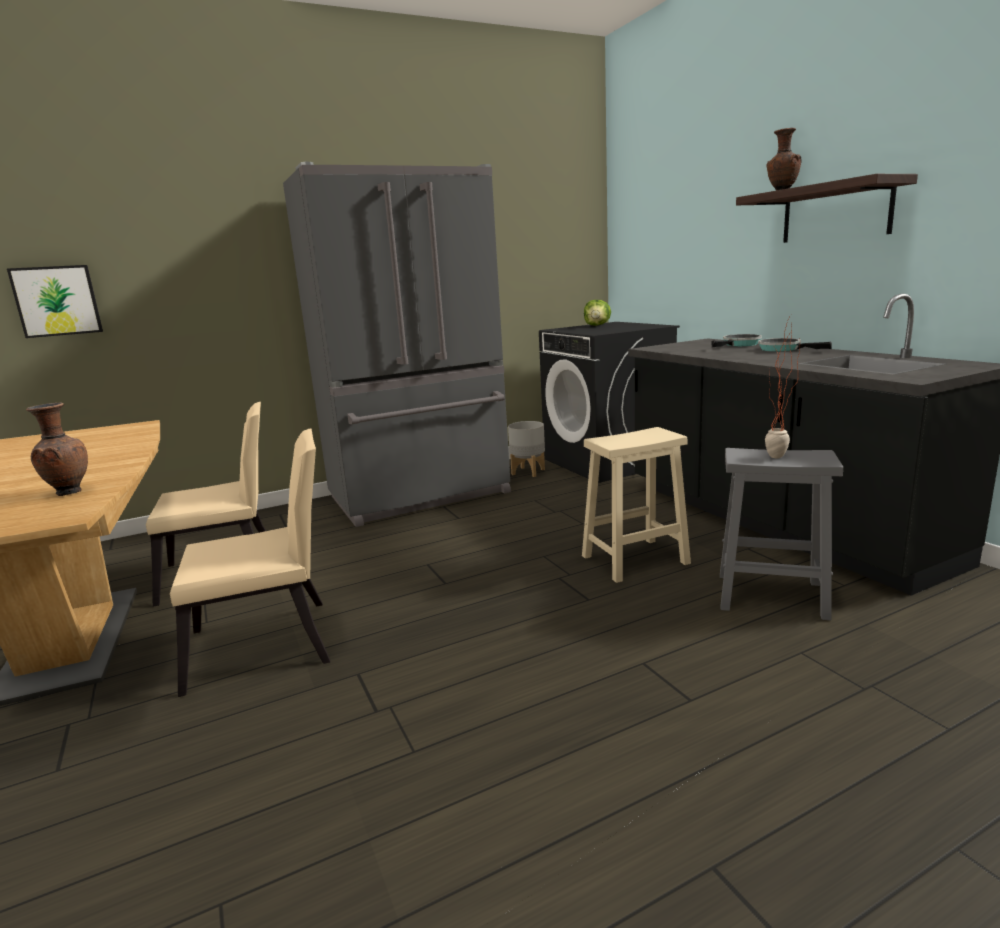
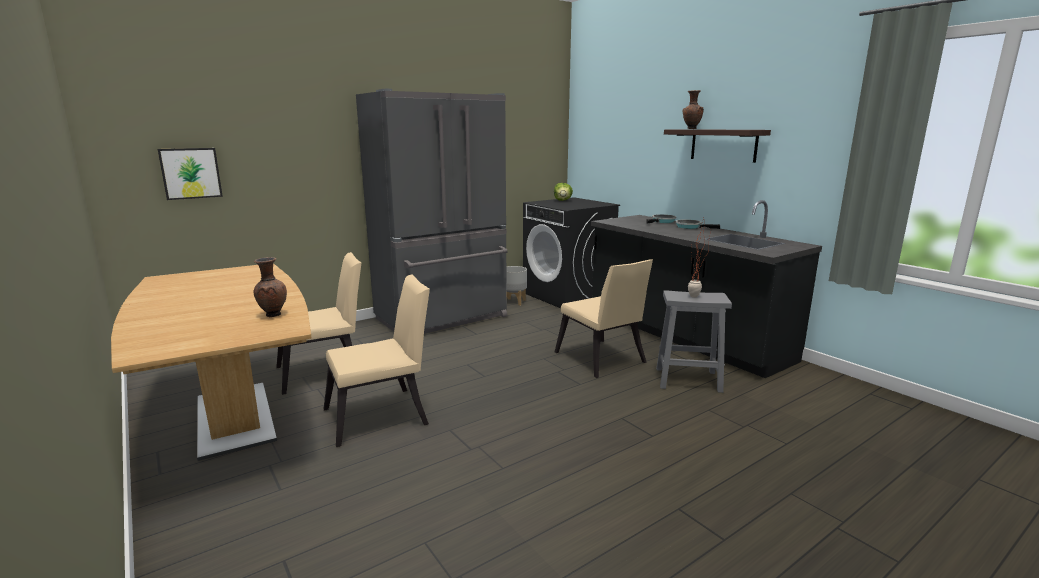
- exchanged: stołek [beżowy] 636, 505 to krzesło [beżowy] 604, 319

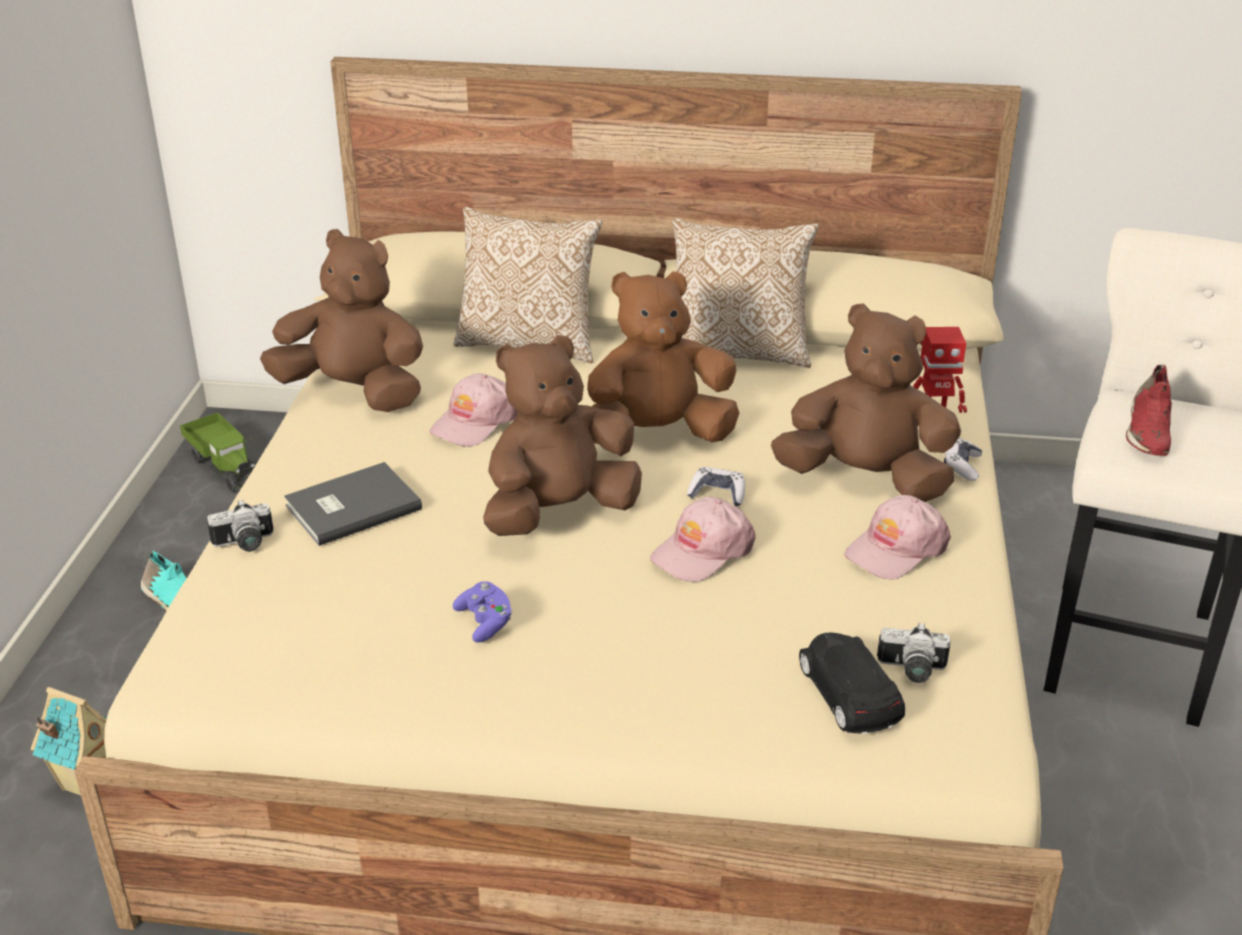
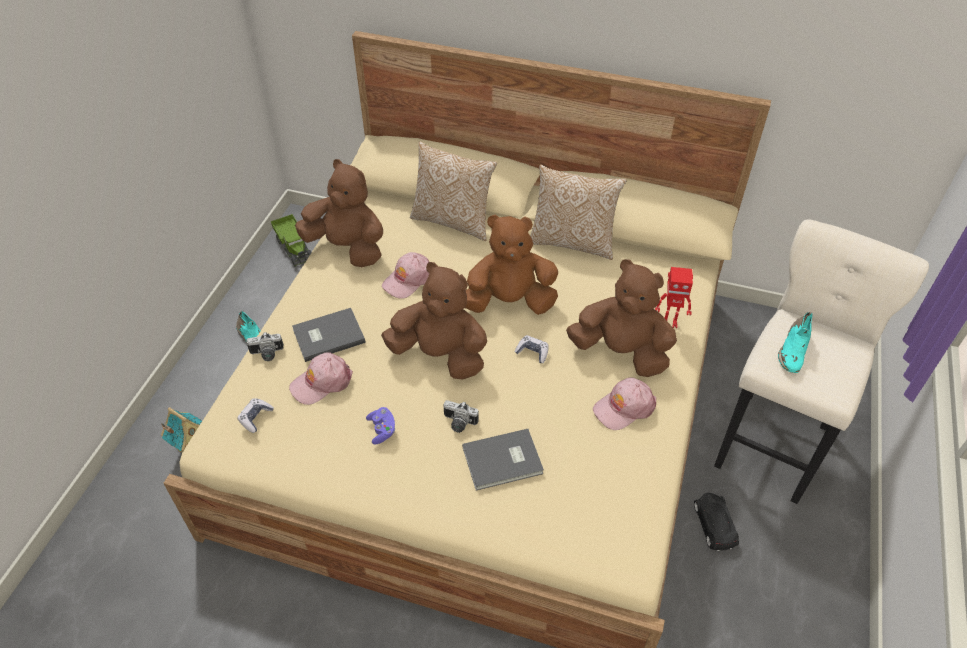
- spun: pluszak [brązowy] 562, 435 = 434, 320 45 degrees clockwise
- relocated: czapka z daszkiem [różowy] 703, 539 to 321, 378
- relocated: samochodzik [czarny] 852, 683 to 716, 522
- relocated: aparat fotograficzny 913, 653 to 461, 416
- relocated: pad do gier 963, 459 to 255, 416
- colour: but [czerwony] 1149, 410 to but [turkusowy] 795, 342
- appeared: książka [szary] 503, 460

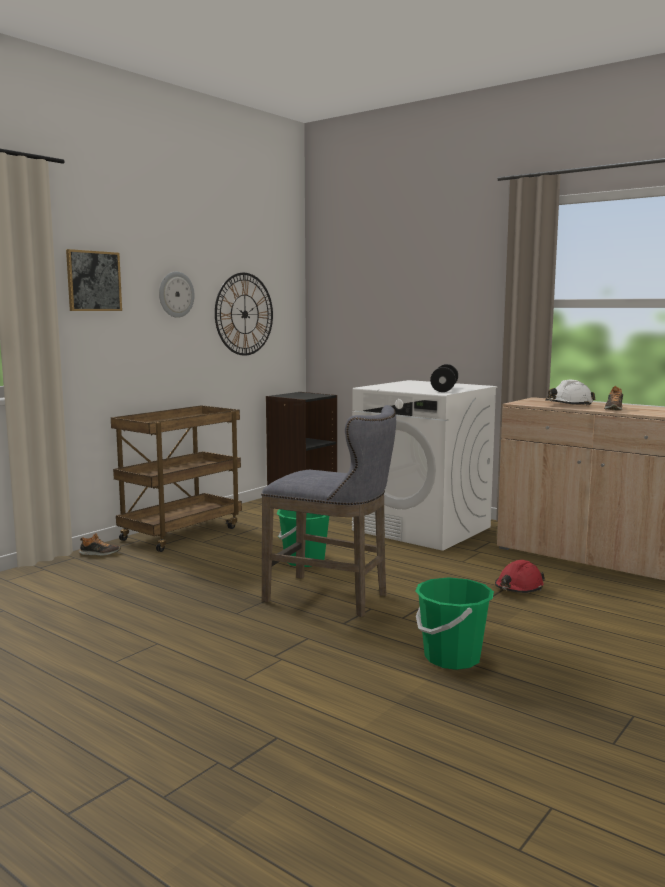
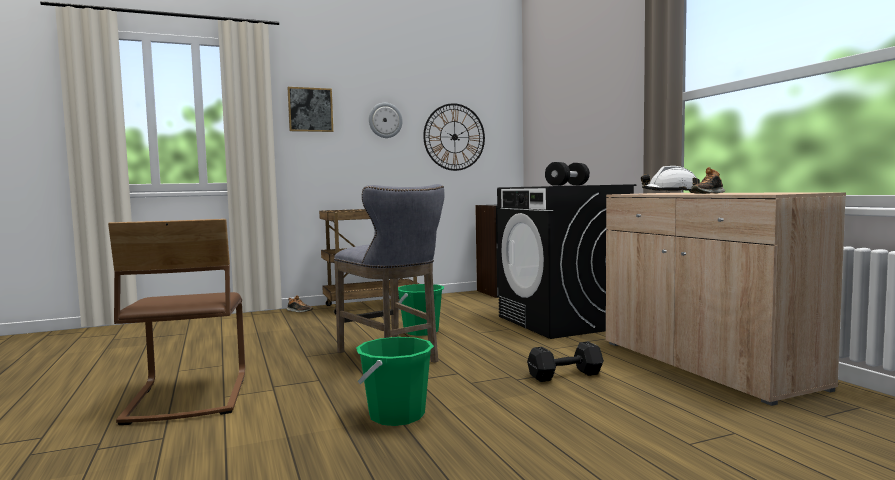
- colour: pralka [biały] 425, 465 to pralka [czarny] 567, 261
- exchanged: kask [czerwony] 520, 576 to hantel [czarny] 565, 361
- appeared: krzesło [brązowy] 176, 322

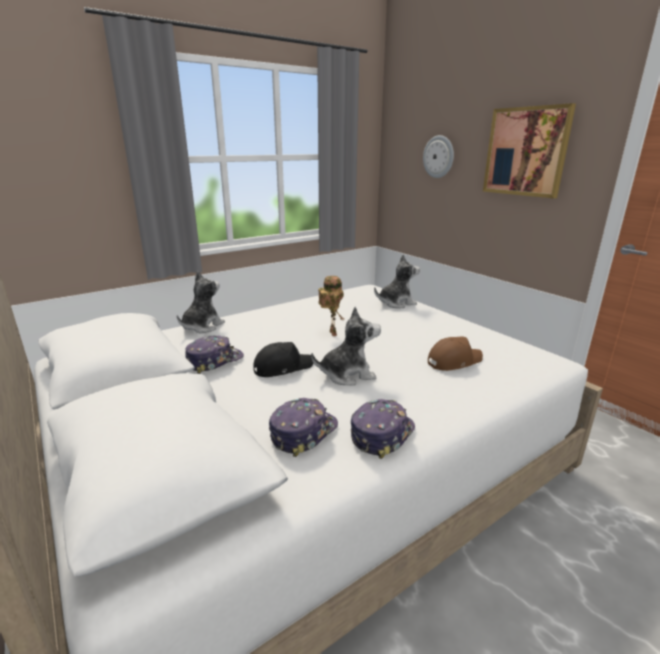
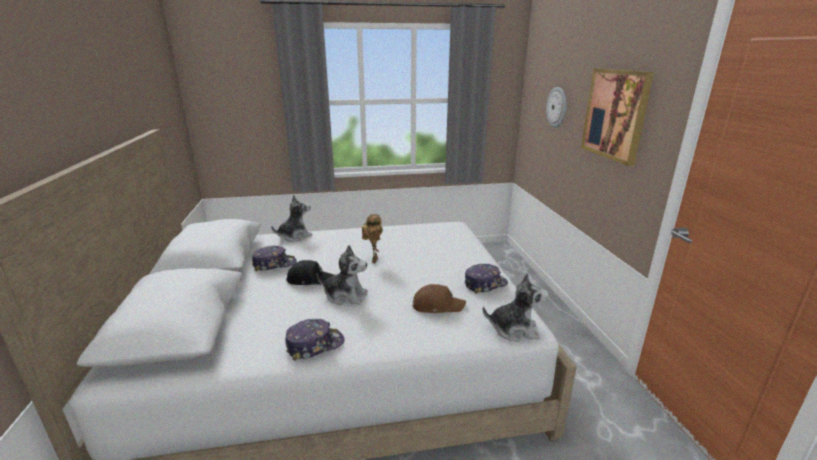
- relocated: czapka z daszkiem 303, 427 to 486, 279
- relocated: pluszak 397, 281 to 516, 307

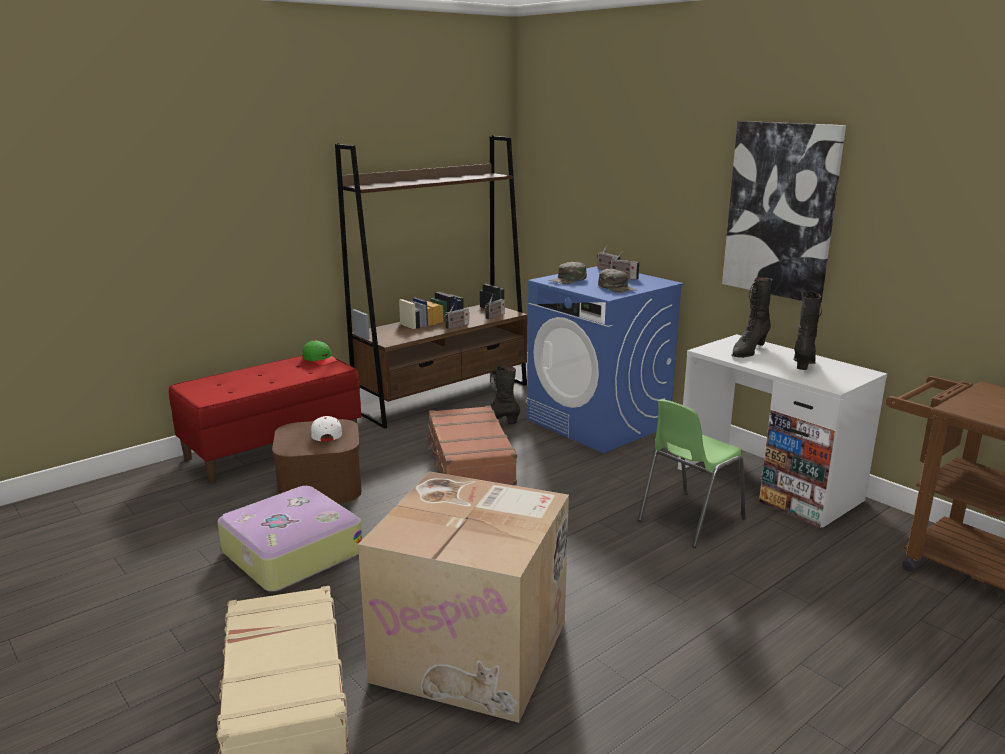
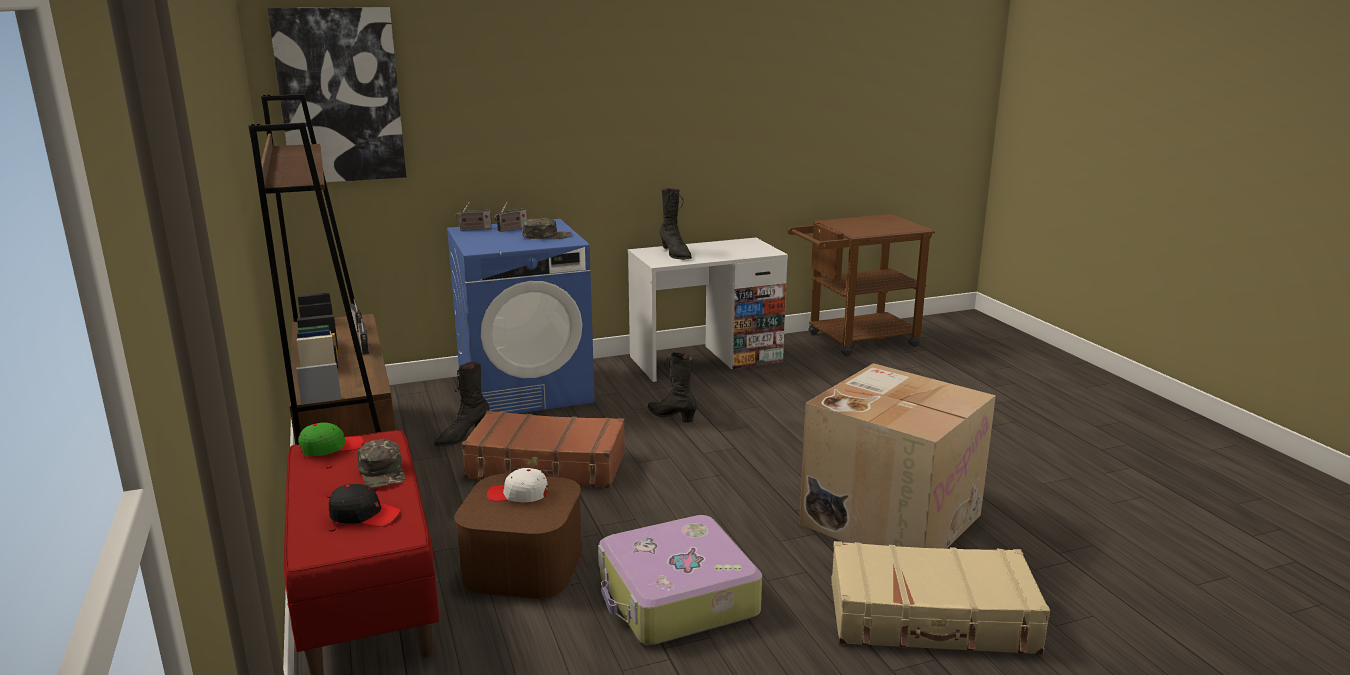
- relocated: czapka z daszkiem [zielony] 567, 273 to 381, 463
- missing: krzesło [zielony] 692, 473
- relocated: obraz 784, 212 to 337, 94
- relocated: but z cholewką [czarny] 808, 330 to 672, 387
- appeared: czapka z daszkiem [czarny] 365, 505

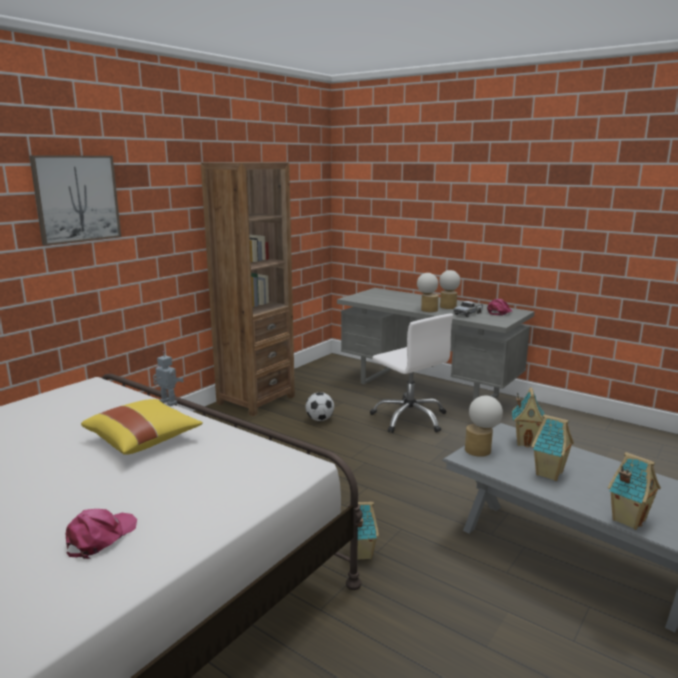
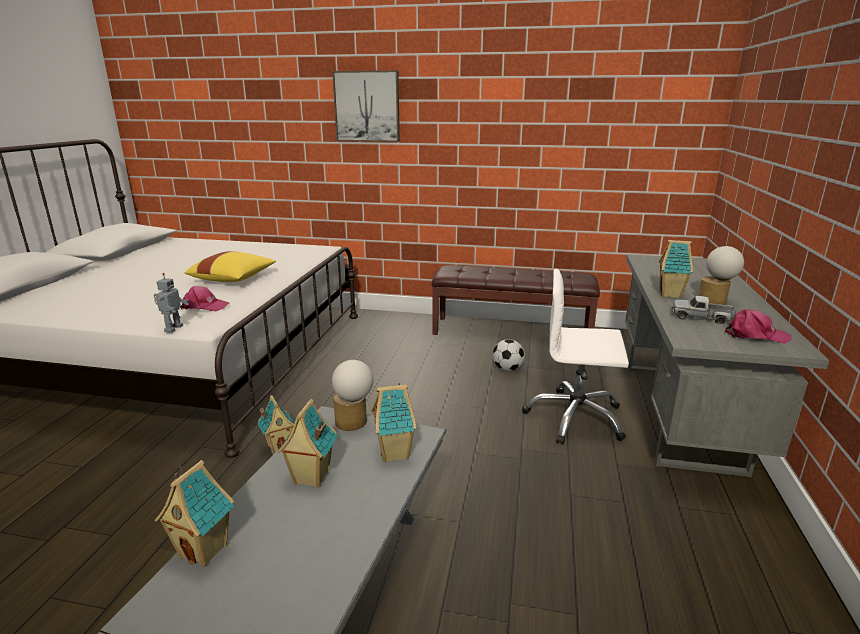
- relocated: czapka z daszkiem [różowy] 101, 534 to 204, 298
- relocated: robot zabawkowy 168, 378 to 171, 303
- exchanged: regał [brązowy] 248, 289 to ławka [brązowy] 515, 300
- spun: krzesło biurowe [biały] 411, 373 = 575, 357 75 degrees clockwise
- exchanged: lampa stołowa 428, 292 to domek 676, 269

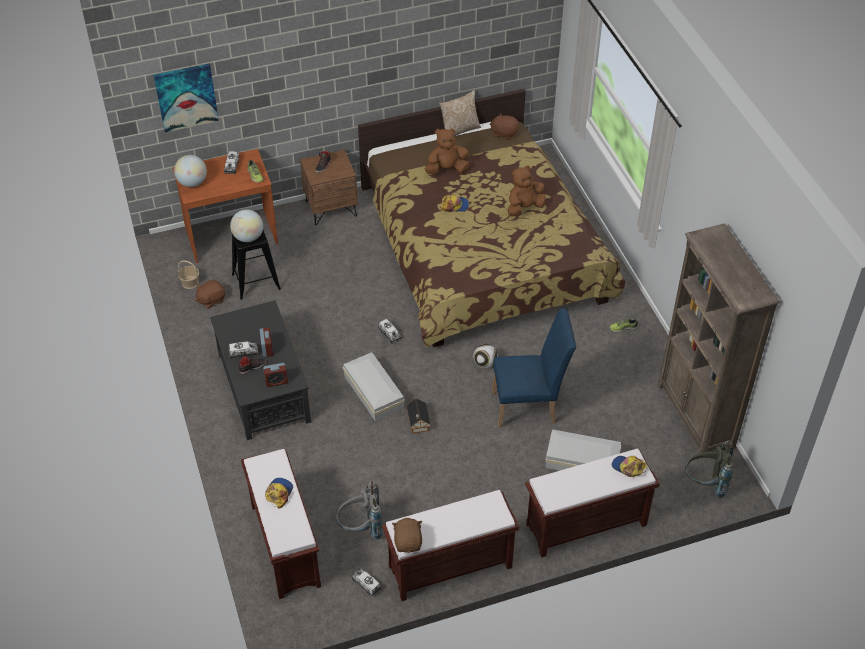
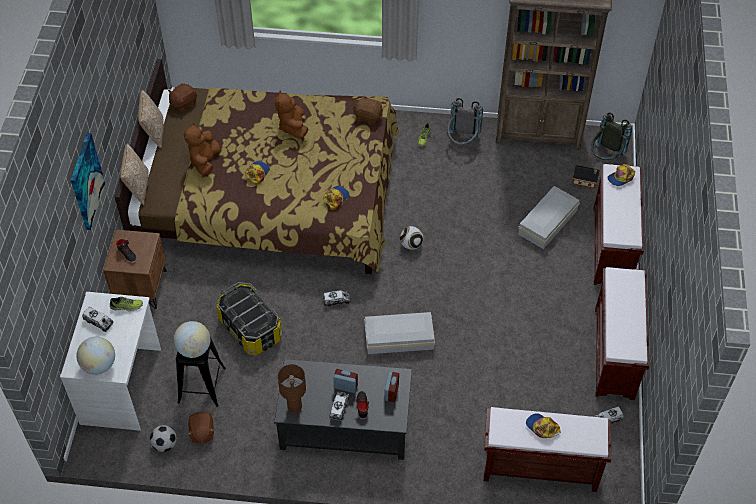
- relocated: obraz 186, 98 to 88, 181
- colour: biurko [brązowy] 225, 206 to biurko [biały] 110, 361
- exchanged: koszyk 188, 275 to piłka futbolowa 163, 438
- relocated: plecak [szary] 359, 510 to 465, 121
- relocated: pluszak [brązowy] 407, 535 to 368, 110
- relocated: domek 418, 416 to 586, 176
- missing: krzesło [niebieski] 534, 368
- appeared: poduszka 134, 174
- appeared: pojemnik do przechowywania 249, 318
- appeared: lampa stołowa [brązowy] 292, 388
- appeared: czapka z daszkiem 336, 198

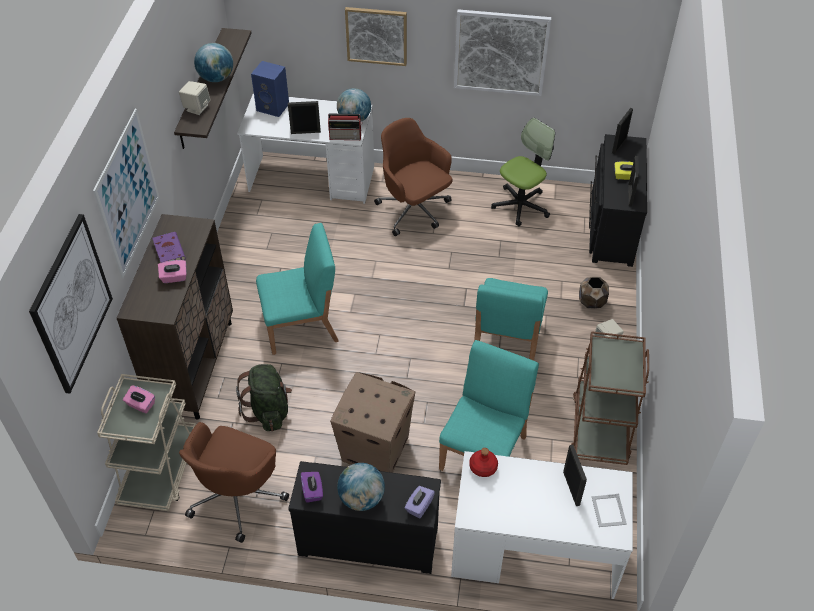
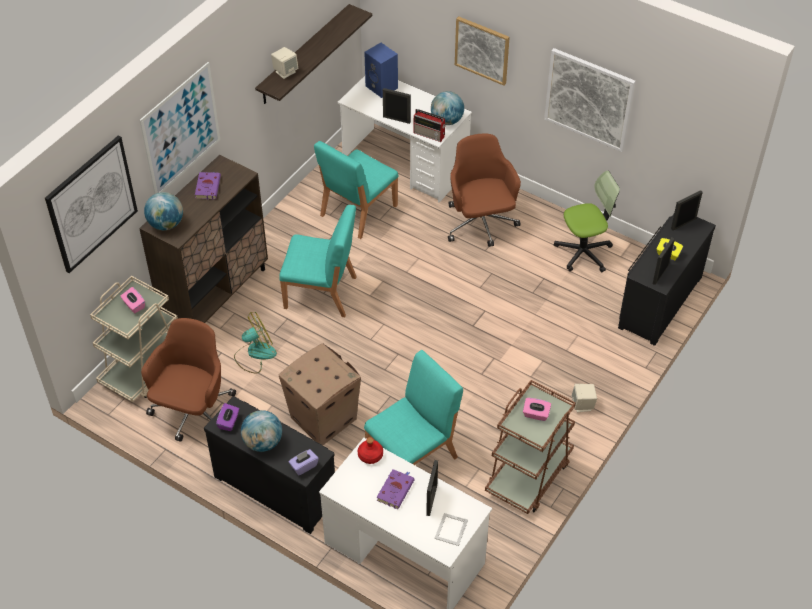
- relocated: pudełko chusteczek [różowy] 172, 271 to 537, 409
- spun: krzesło biurowe [brązowy] 234, 482 = 188, 380 150 degrees clockwise
- relocated: globus 213, 62 to 163, 211
- exchanged: plecak [zielony] 264, 397 to wentylator 255, 343
- relocated: krzesło [turkusowy] 511, 319 to 356, 190
- missing: donica [brązowy] 594, 292
- appeared: książka [fioletowy] 396, 489

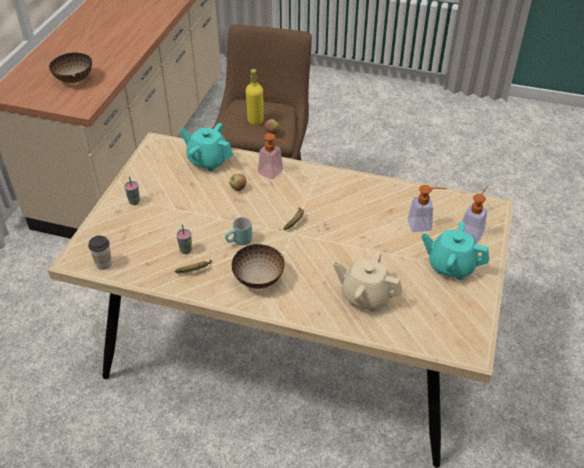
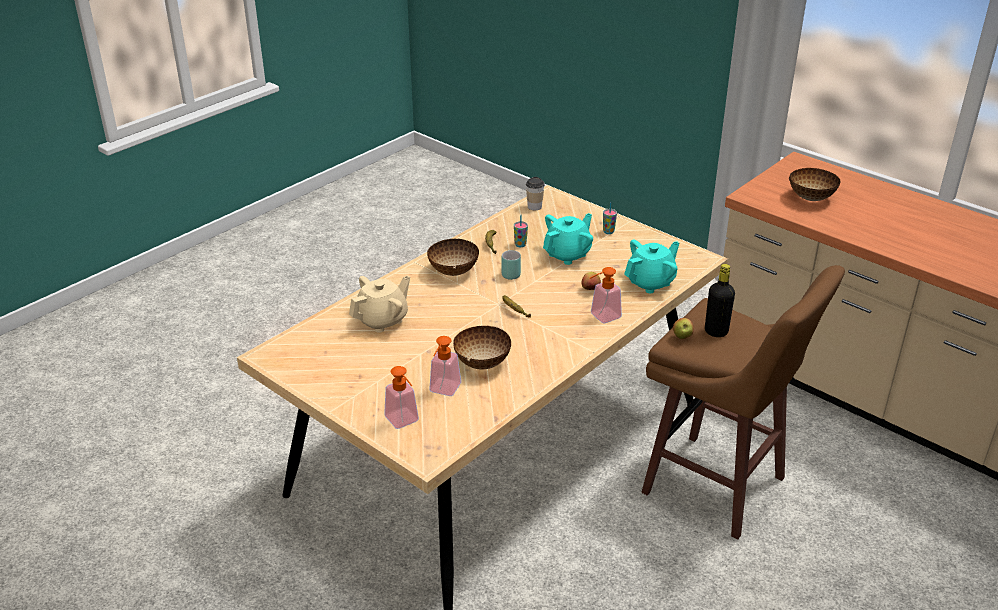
- colour: butelka [żółty] 255, 97 to butelka [czarny] 720, 300
- relocated: imbryk [turkusowy] 455, 251 to 568, 239
- appeared: miska 482, 348

